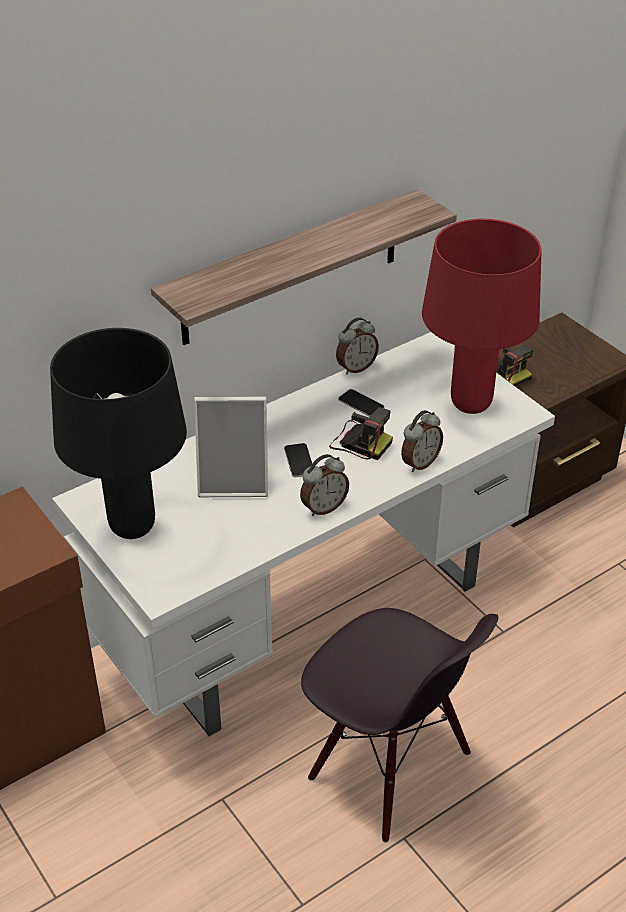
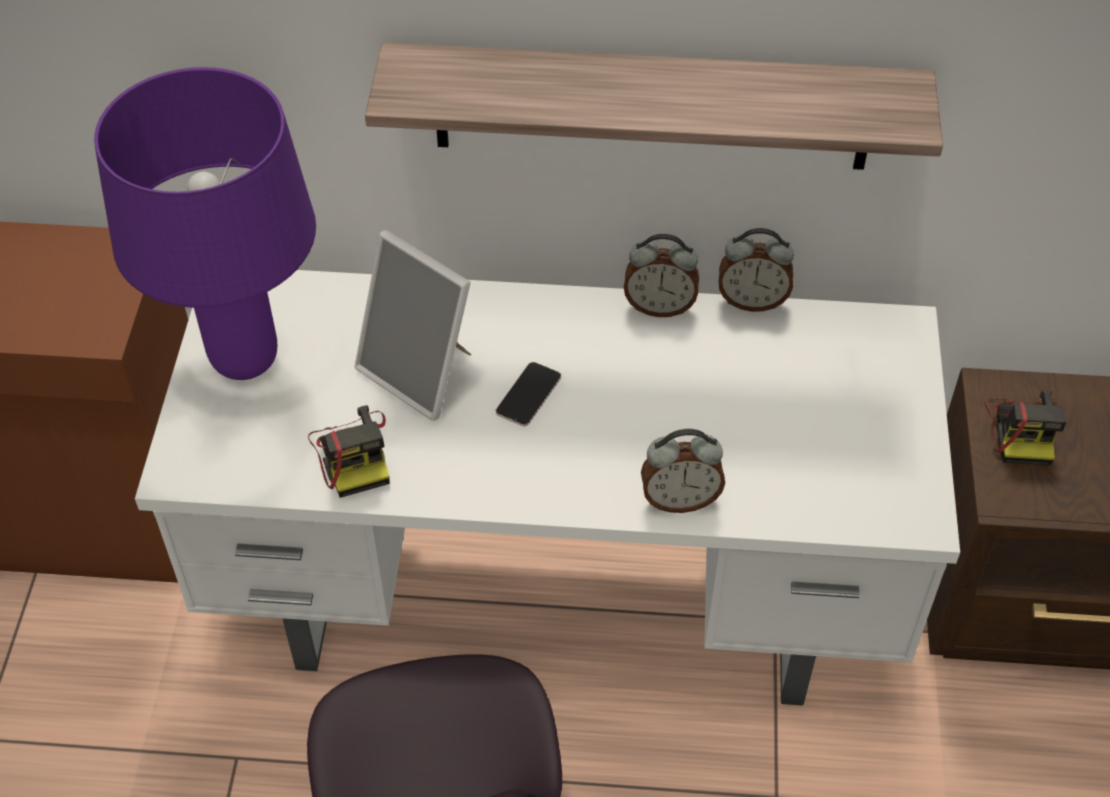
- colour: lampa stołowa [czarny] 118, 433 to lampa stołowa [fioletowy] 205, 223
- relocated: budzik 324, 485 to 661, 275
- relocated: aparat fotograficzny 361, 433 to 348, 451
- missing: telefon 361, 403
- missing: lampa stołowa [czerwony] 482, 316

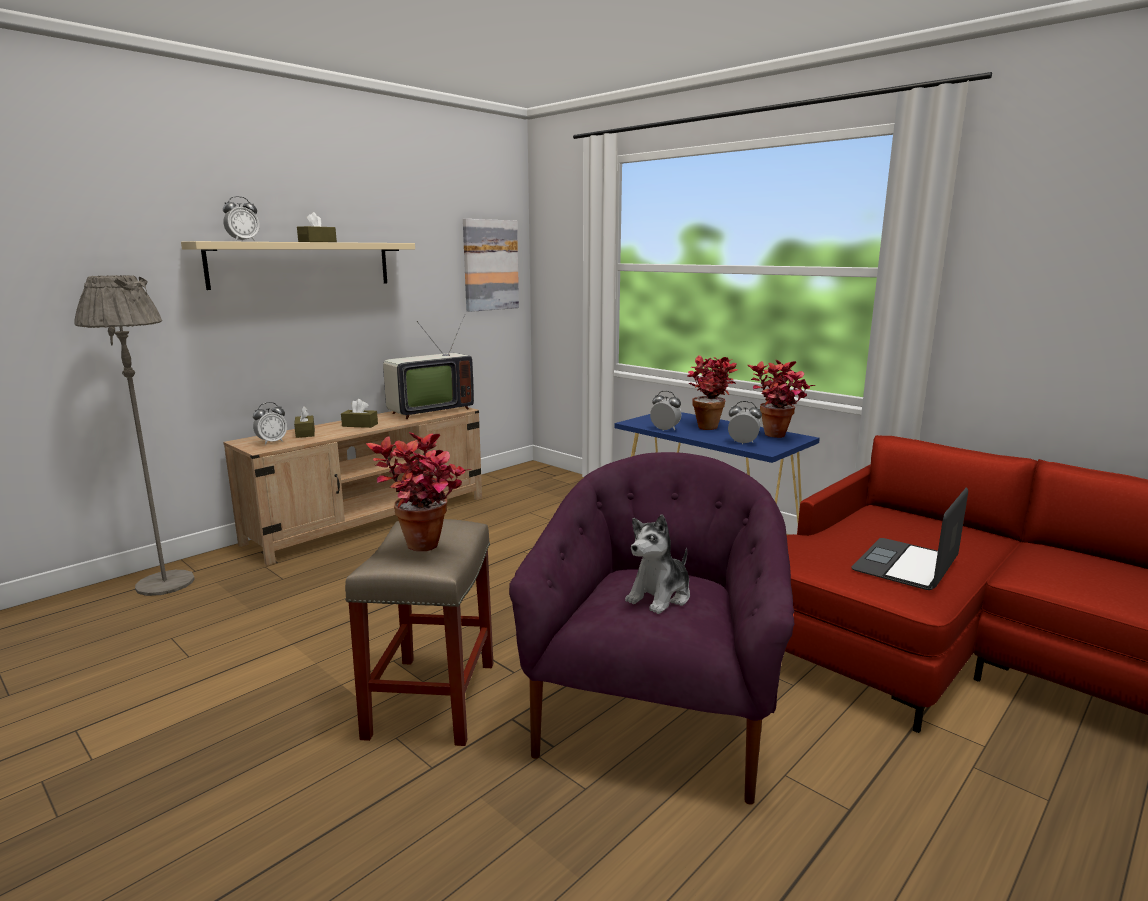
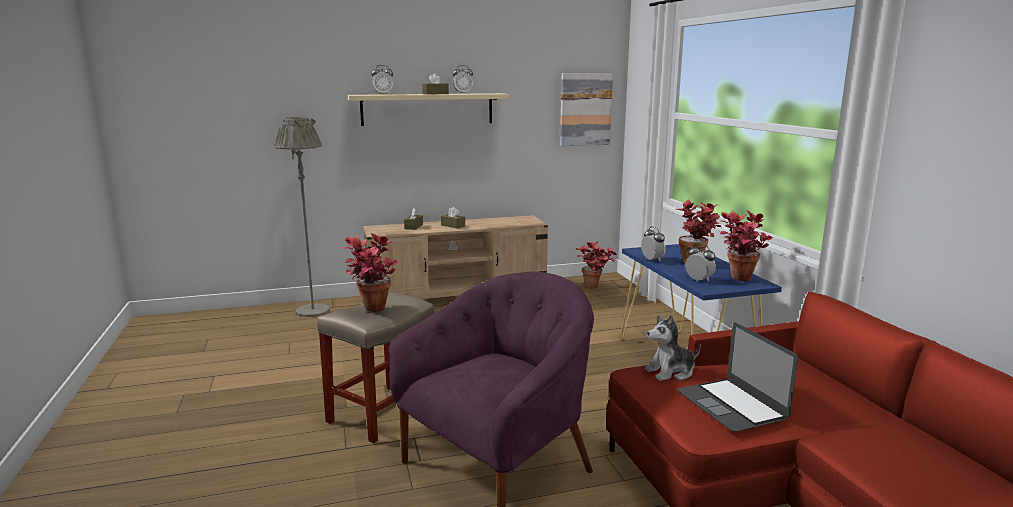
- relocated: budzik 270, 423 to 463, 79
- missing: telewizor 428, 366
- relocated: pluszak 657, 564 to 673, 348
- spun: laptop 909, 539 = 737, 377 90 degrees counterclockwise
- appeared: roślina doniczkowa 596, 265

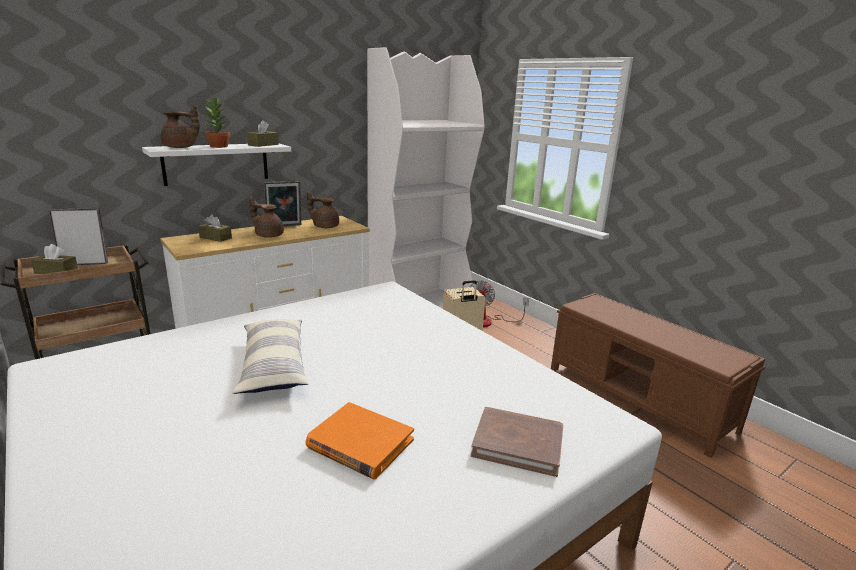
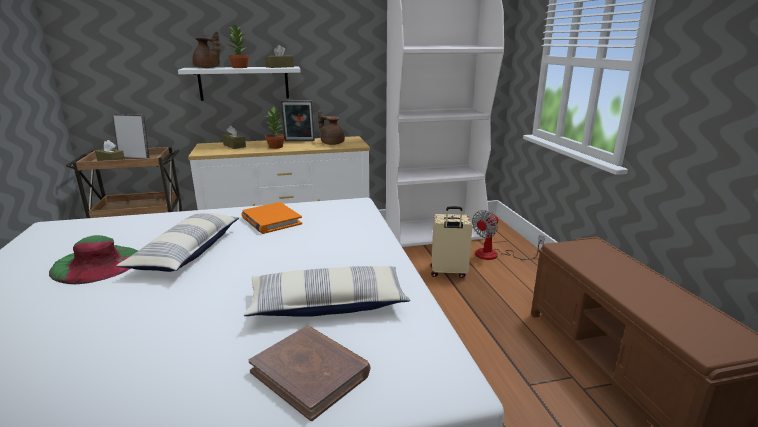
- exchanged: imbryk [brązowy] 267, 217 to roślina doniczkowa 275, 128
- relocated: książka [pomarańczowy] 360, 441 to 272, 218
- appeared: kapelusz [zielony] 93, 259
- appeared: poduszka 327, 291

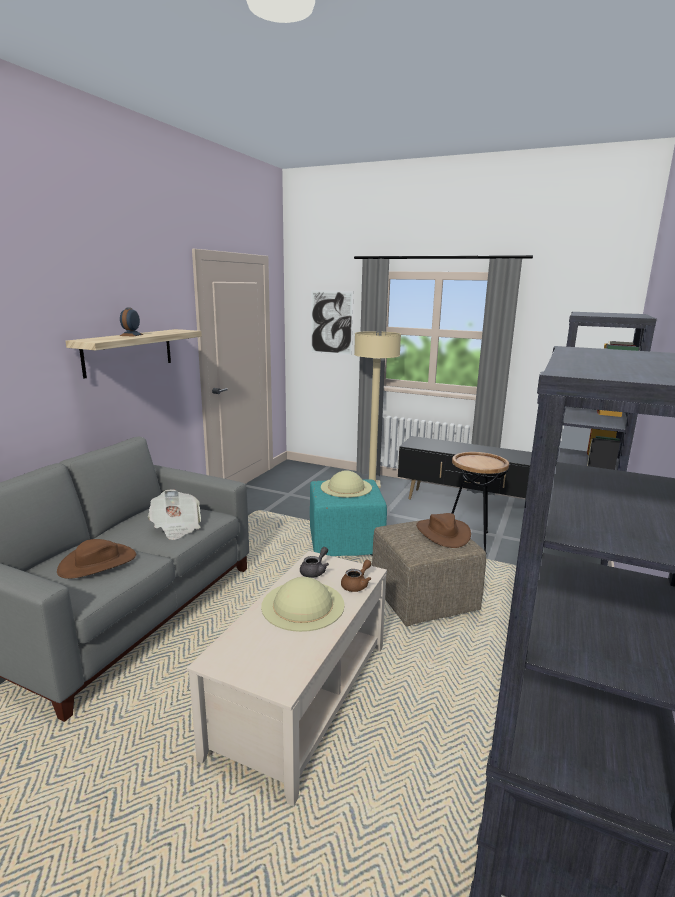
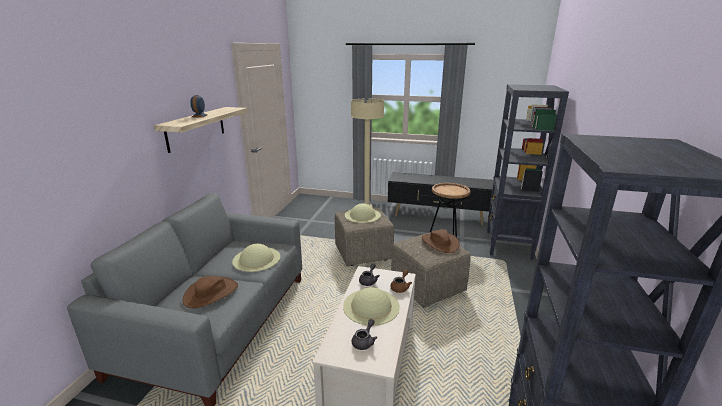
- exchanged: gazeta 174, 514 to kapelusz [beżowy] 256, 258
- colour: pufa [turkusowy] 348, 517 to pufa [beżowy] 364, 237
- missing: obraz 332, 322
- appeared: imbryk [szary] 364, 334

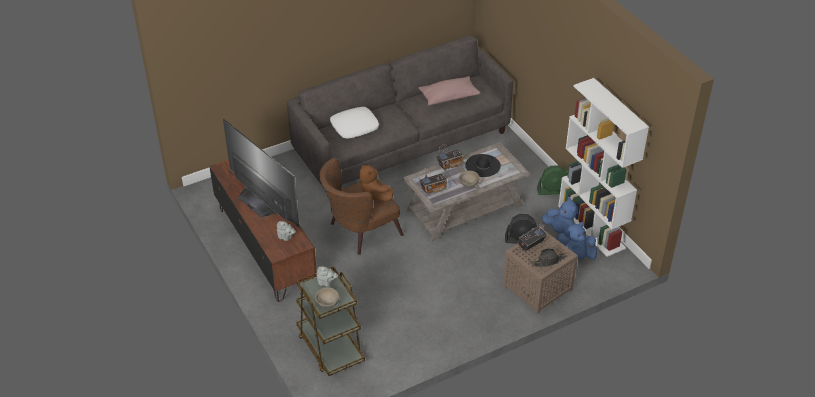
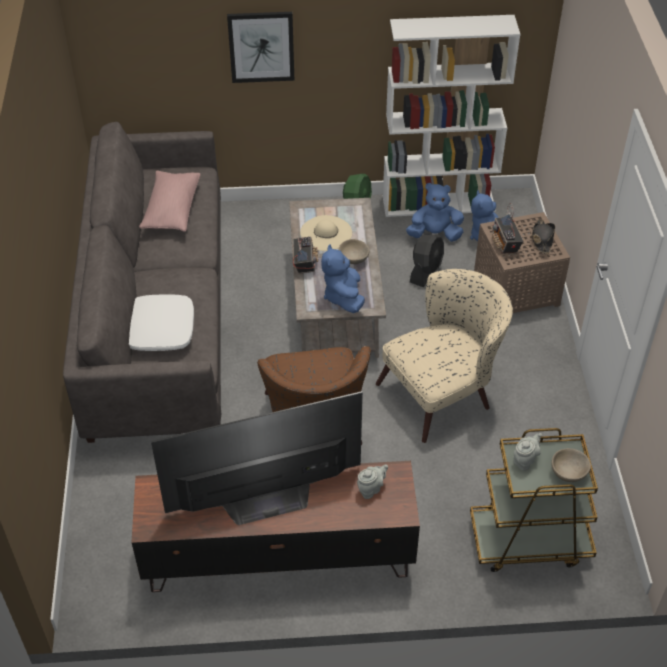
- missing: pluszak [brązowy] 376, 183
- exchanged: radio 433, 181 to pluszak [niebieski] 343, 279
- colour: kapelusz [czarny] 483, 165 to kapelusz [beżowy] 326, 233
- appeared: obraz 260, 47
- appeared: fotel [beżowy] 444, 356

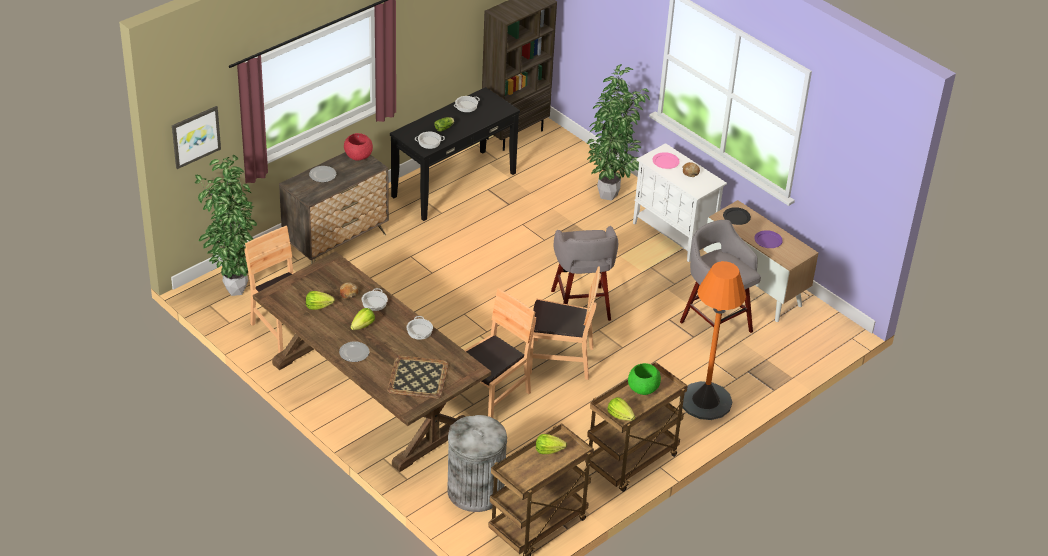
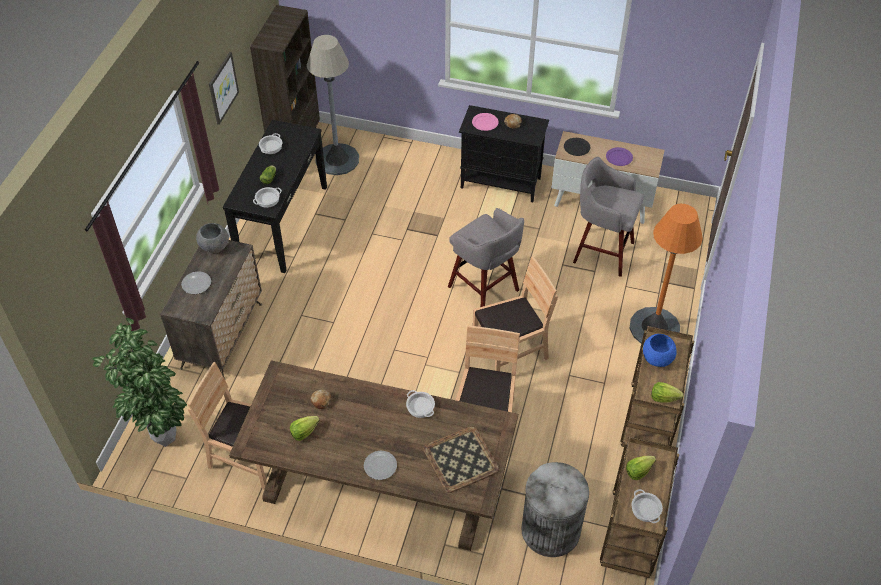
- relocated: obraz 196, 137 to 224, 88
- colour: miska [czerwony] 358, 146 to miska [szary] 212, 238
- missing: sałata 362, 319
- relocated: garnek 375, 299 to 647, 506
- missing: roślina doniczkowa 618, 132
- colour: miska [zielony] 644, 379 to miska [niebieski] 660, 350
- colour: szafka [biały] 680, 202 to szafka [czarny] 504, 153
- appeared: lampa stojąca [szary] 333, 105

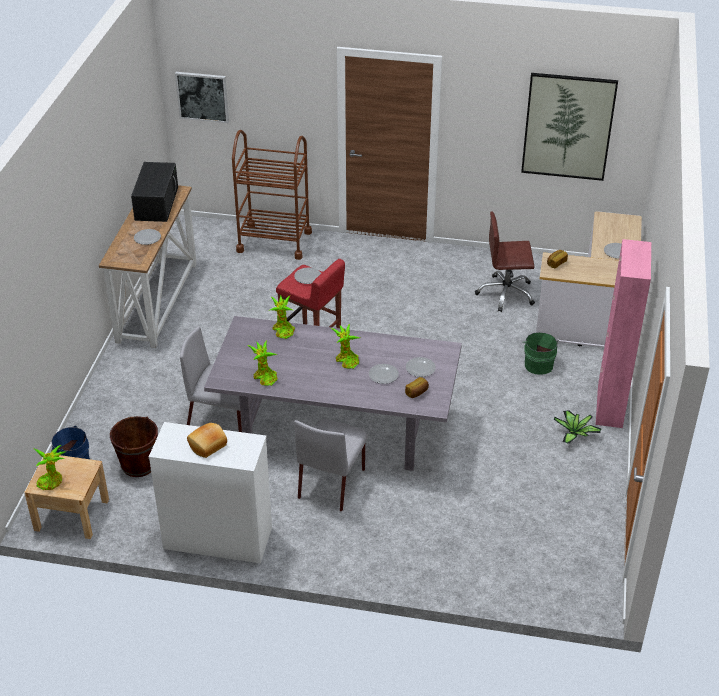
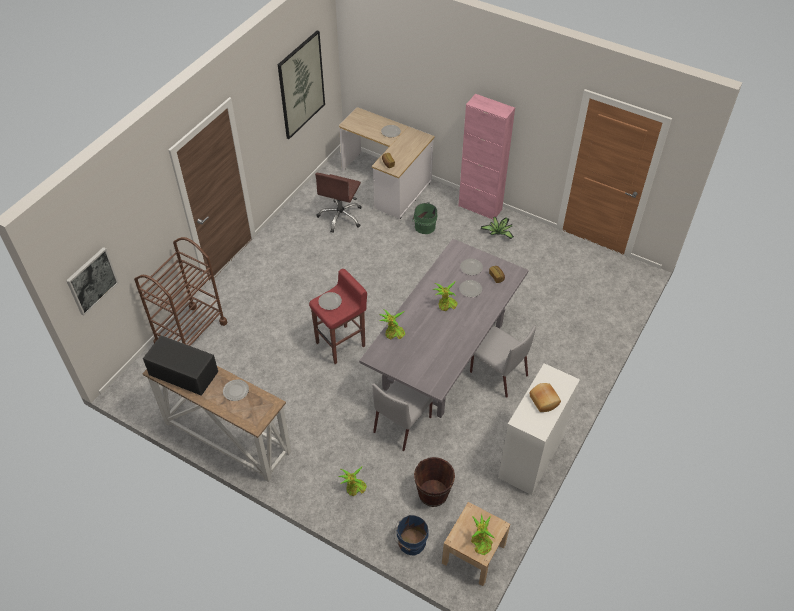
- relocated: roślina doniczkowa 263, 363 to 352, 481

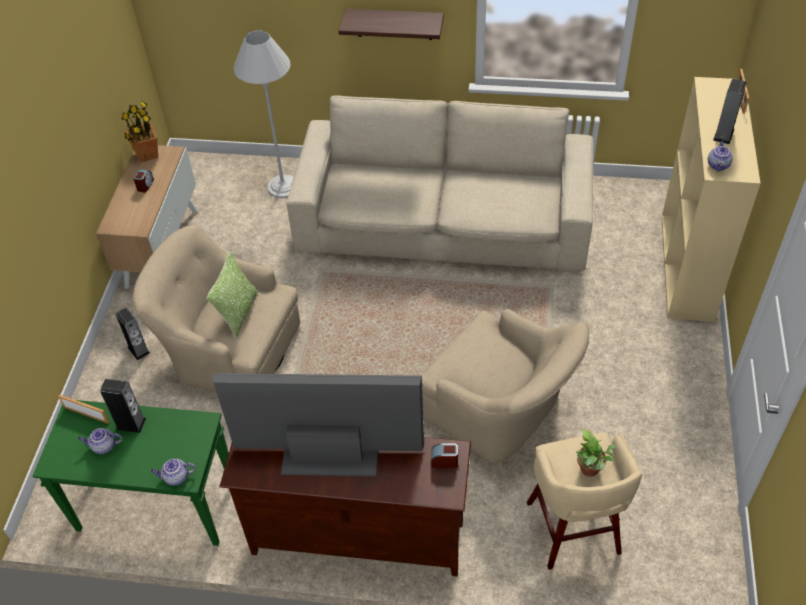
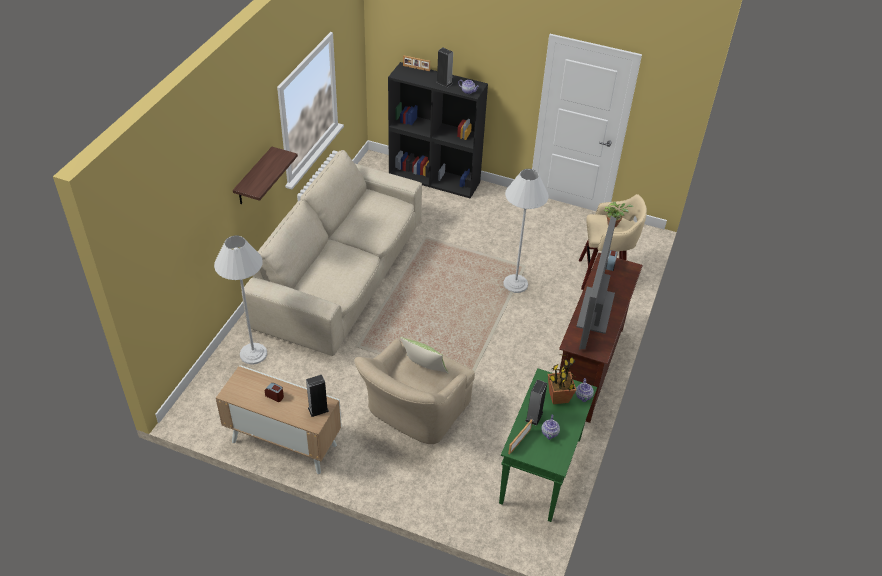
- relocated: głośnik 133, 334 to 317, 396
- relocated: roślina doniczkowa 139, 131 to 562, 379
- exchanged: fotel [beżowy] 505, 386 to lampa stojąca [biały] 526, 231
- colour: regał [beżowy] 711, 199 to regał [czarny] 438, 130

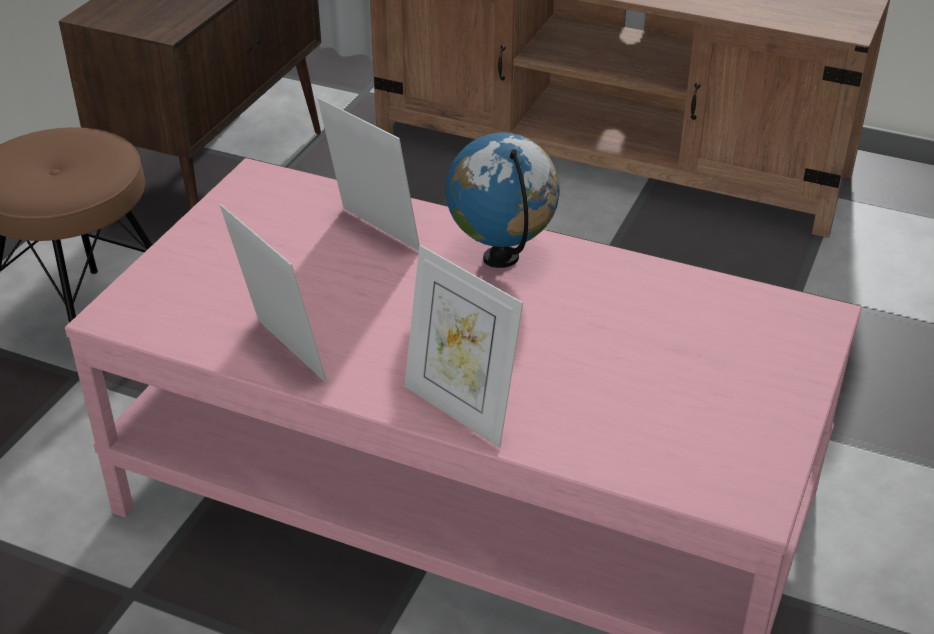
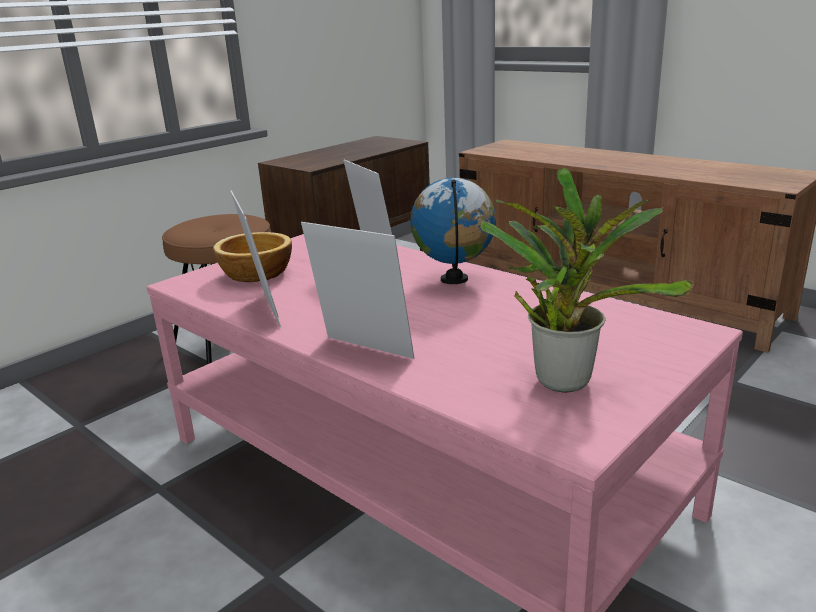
- spun: ramka na zdjęcie 463, 346 = 357, 290 150 degrees clockwise
- appeared: miska 252, 257
- appeared: roślina doniczkowa 587, 280

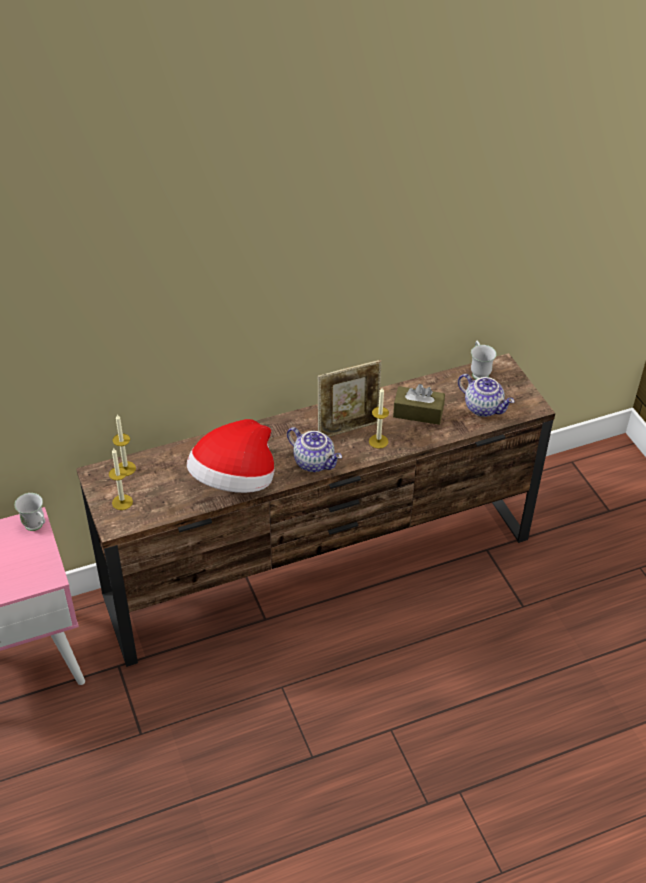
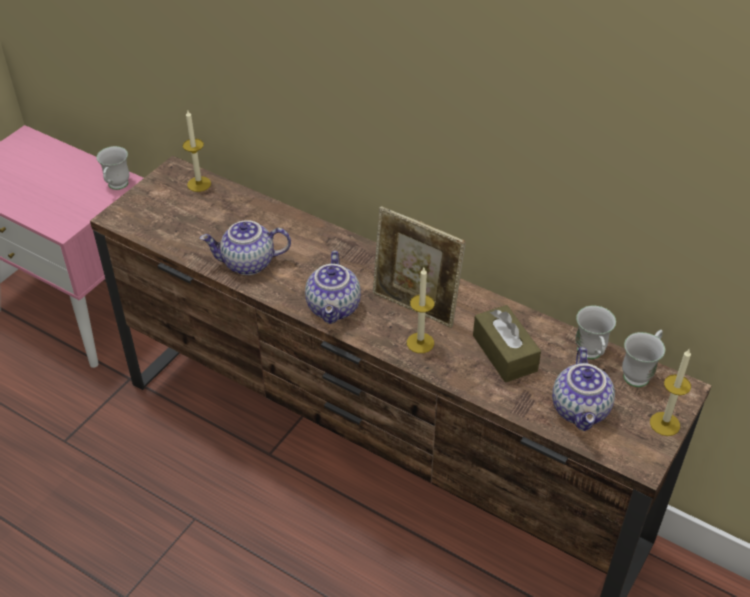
- relocated: świeca 121, 479 to 670, 392
- exchanged: kapelusz 231, 456 to imbryk 245, 247
- appeared: kubek [biały] 595, 332

